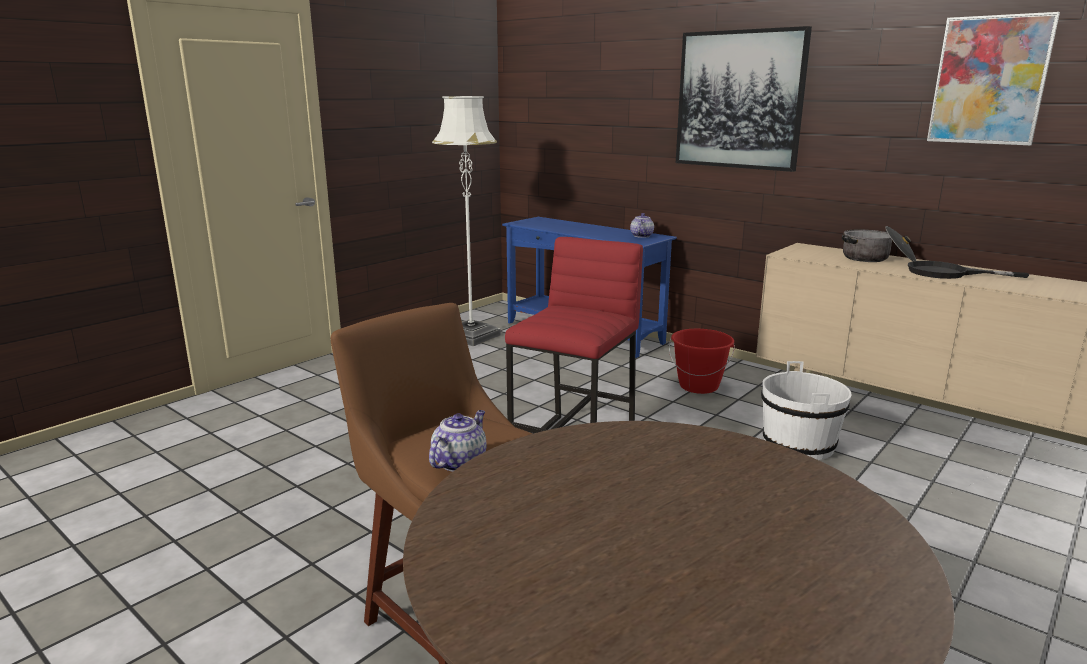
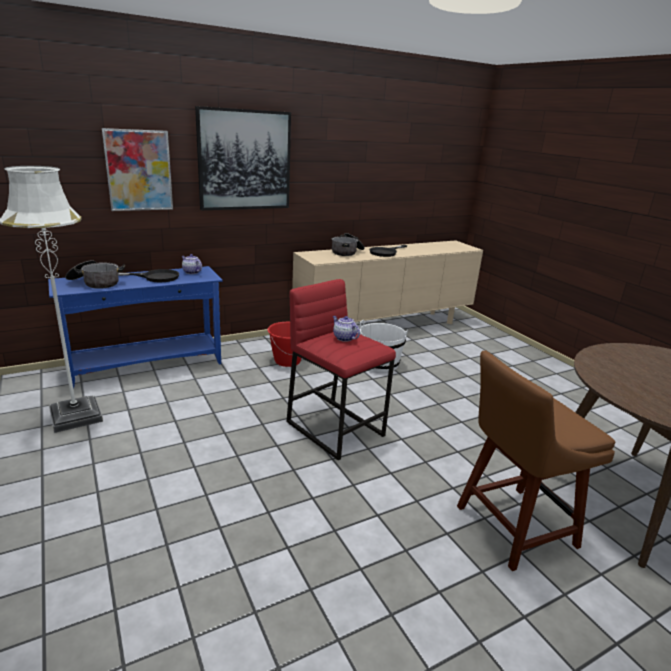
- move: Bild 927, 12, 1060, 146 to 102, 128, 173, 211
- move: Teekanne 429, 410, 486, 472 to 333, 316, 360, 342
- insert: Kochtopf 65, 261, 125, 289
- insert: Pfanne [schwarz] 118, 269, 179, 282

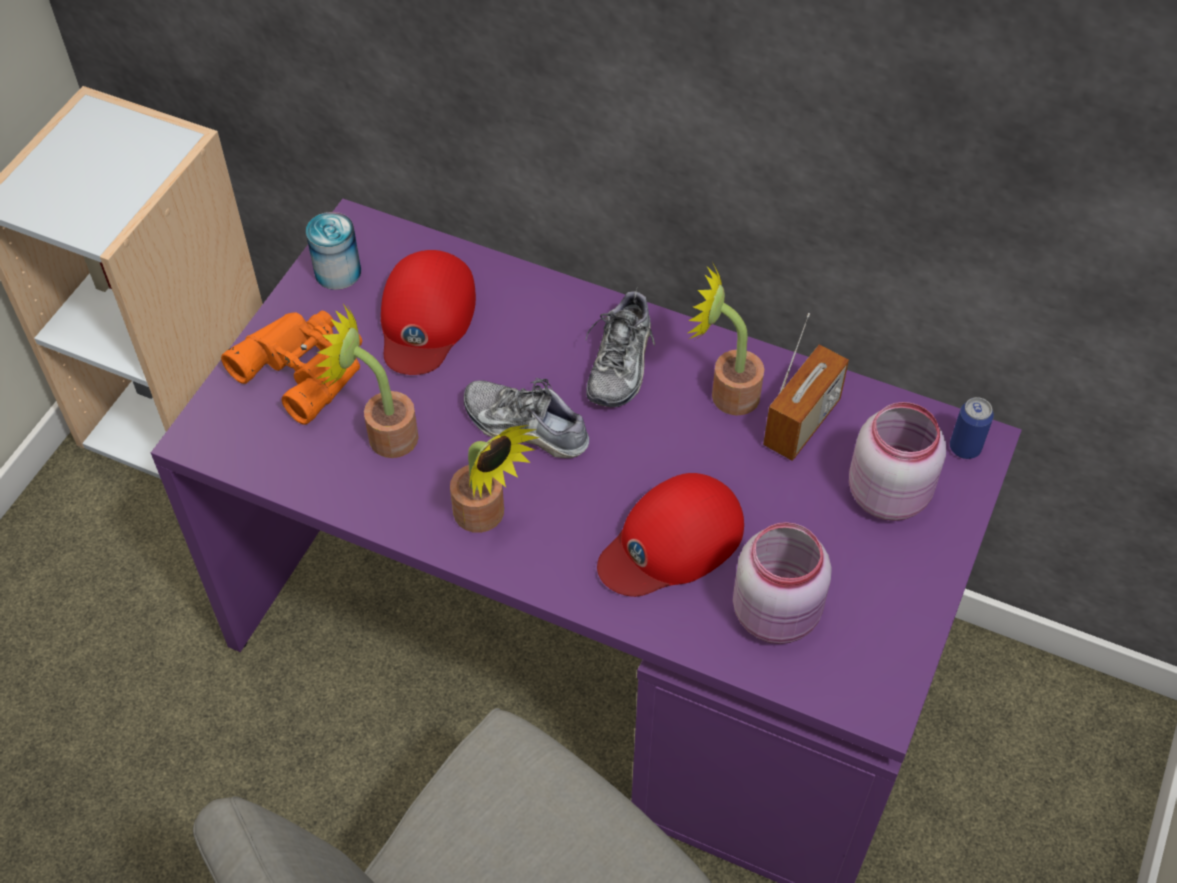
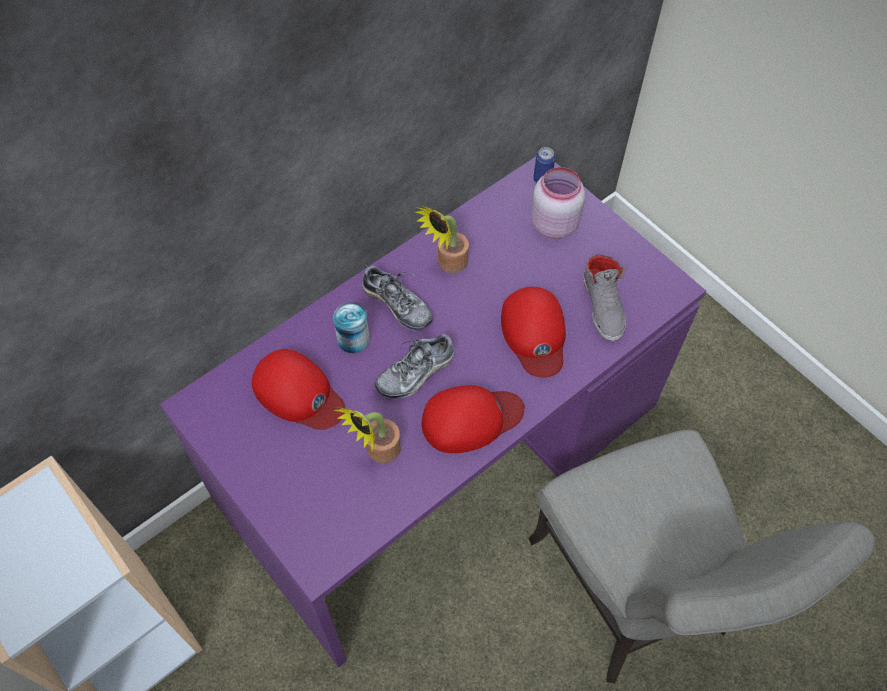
- move: Dose 306, 212, 361, 290 to 333, 302, 370, 353
- delete: Fernglas [orange] 221, 311, 362, 425
- delete: Radio 763, 313, 849, 461
- replace: Topfpflanze 450, 425, 540, 533 to Kappe [rot] 422, 385, 525, 453
- replace: Vorratsglas [rosa] 733, 522, 832, 644 to Schuh [grau] 583, 254, 626, 341

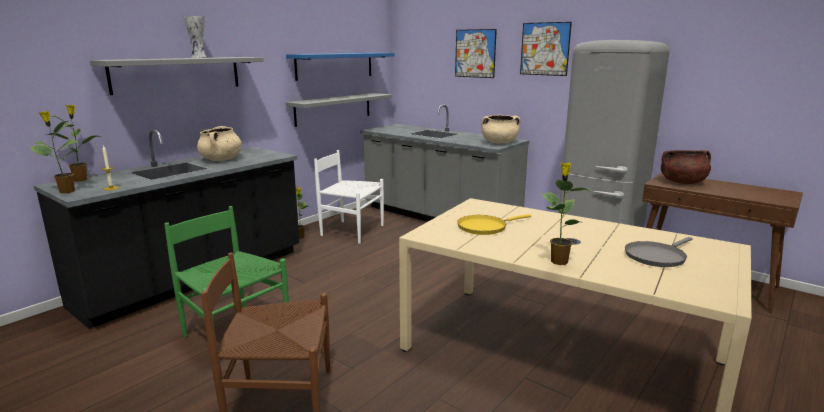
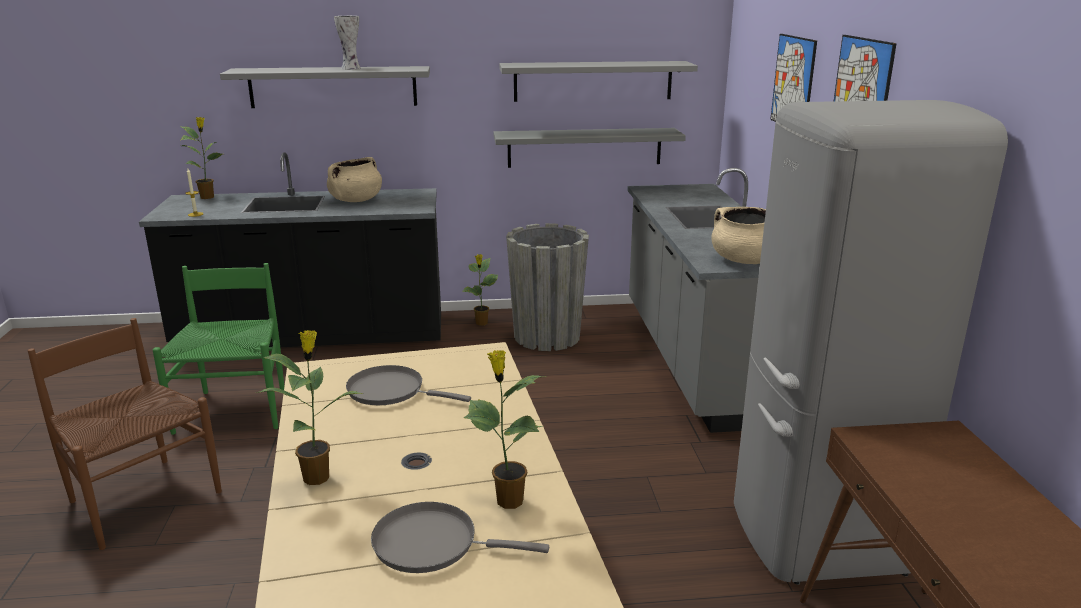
- recolor: Wandregal [blau] 286, 53, 395, 81 to Wandregal [grau] 499, 61, 698, 102
- move: Topfpflanze 30, 111, 77, 193 to 464, 350, 543, 509
- replace: Stuhl [weiß] 314, 150, 384, 244 to Pflanzkübel [grau] 506, 223, 589, 351
- delete: Kochtopf [braun] 661, 150, 711, 184
- recolor: Pfanne [gelb] 457, 214, 531, 235 to Pfanne [grau] 346, 365, 471, 405

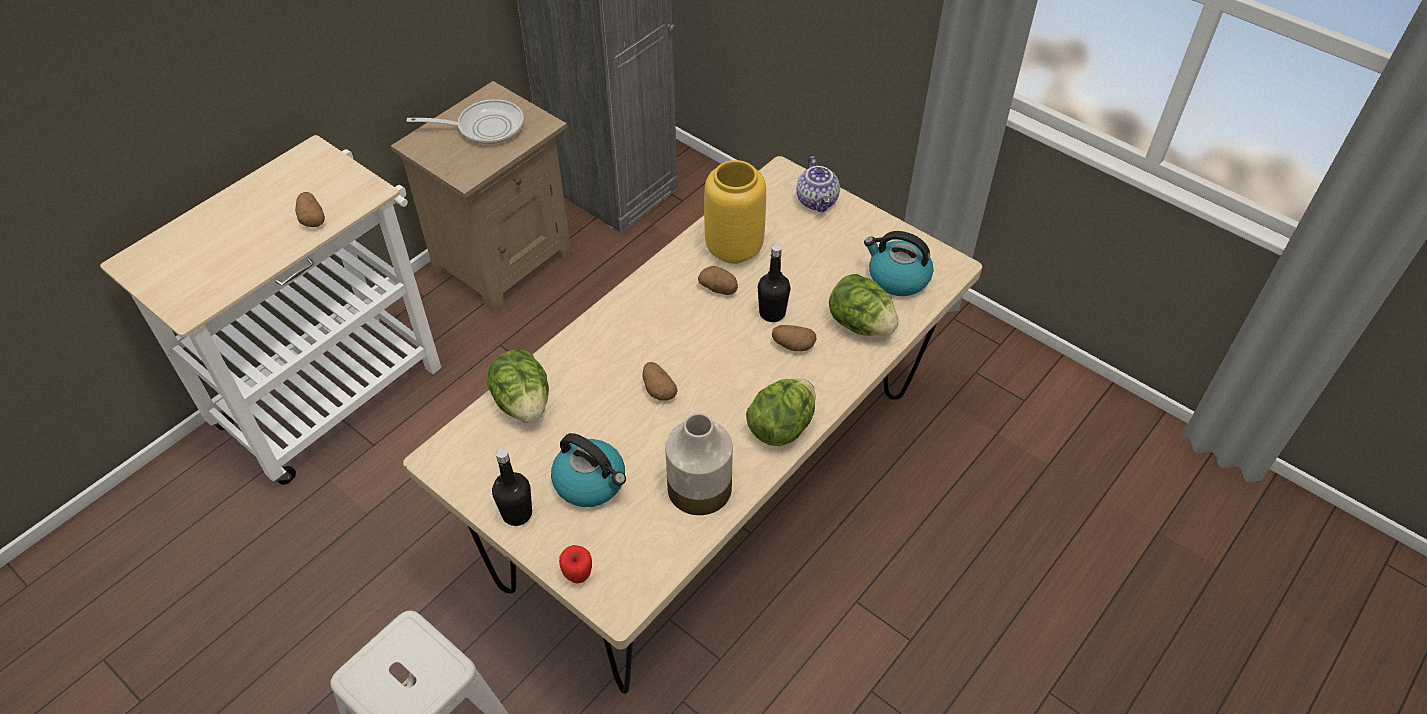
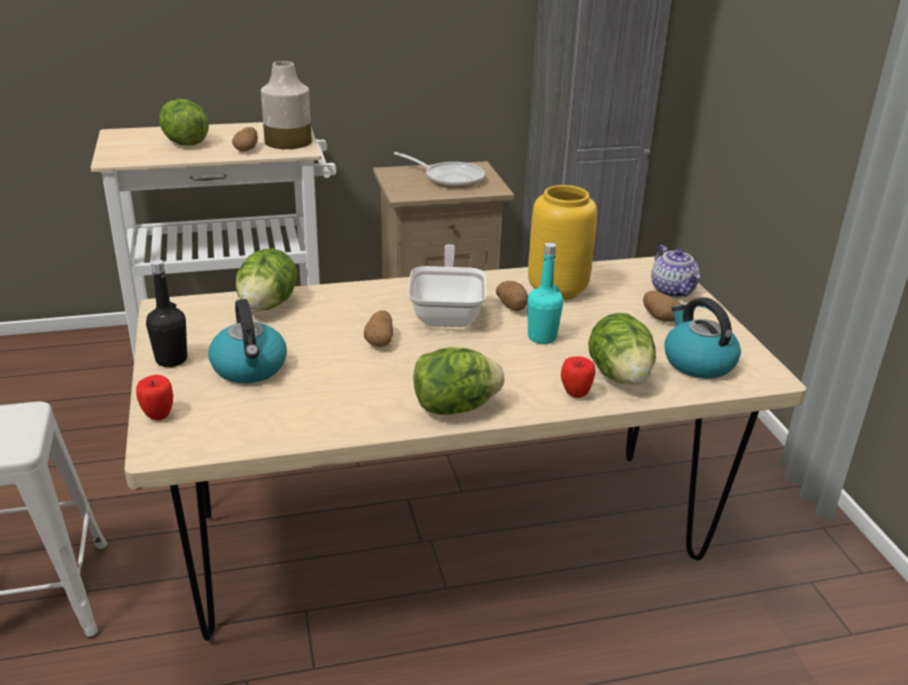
- rotate: Teekanne 796, 156, 840, 212 = 651, 245, 700, 298 45 degrees counterclockwise
- recolor: Flasche [schwarz] 758, 244, 791, 322 to Flasche [türkis] 527, 242, 563, 344
- move: Kartoffel 772, 325, 817, 351 to 643, 291, 682, 322
- move: Vase [beige] 665, 413, 733, 515 to 261, 61, 312, 149
- insert: Salatkopf 159, 99, 209, 146
- insert: Pfanne 408, 244, 487, 327
- insert: Apfel 561, 356, 595, 398

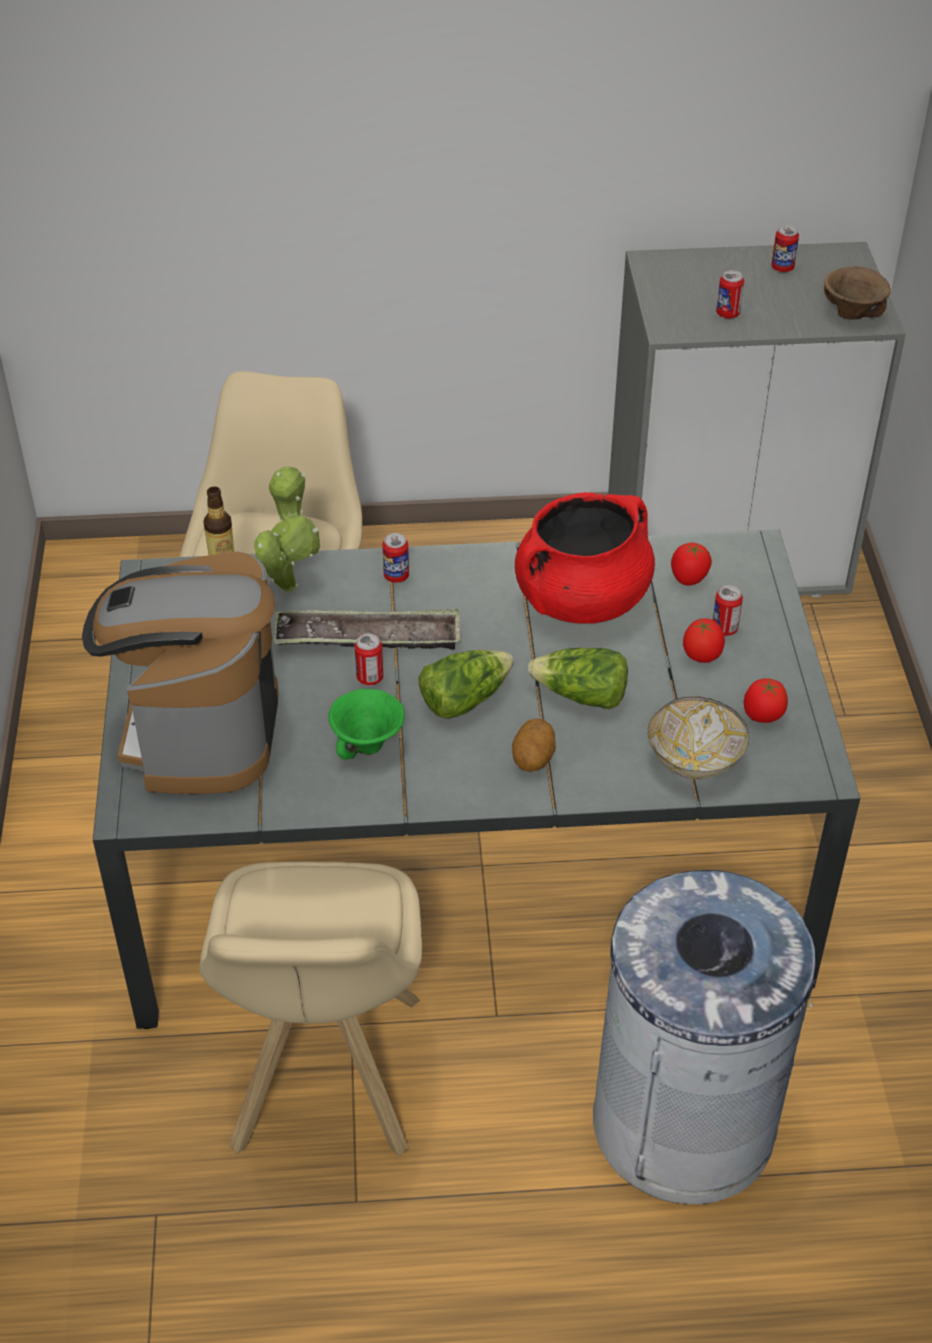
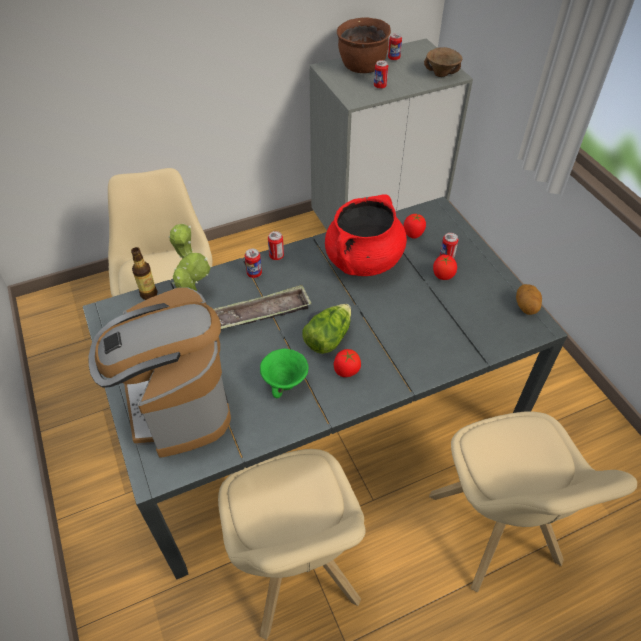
- move: Dose 355, 633, 383, 685 to 268, 231, 284, 260
- delete: Salatkopf 527, 648, 628, 709
- move: Tomate 744, 678, 788, 723 to 334, 349, 361, 377
- delete: Schüssel 648, 696, 749, 780
- move: Kartoffel 512, 718, 556, 772 to 516, 284, 542, 315
- replace: Mülleimer [grau] 593, 870, 817, 1204 to Stuhl [beige] 429, 411, 637, 593
- insert: Kochtopf [braun] 337, 17, 391, 73

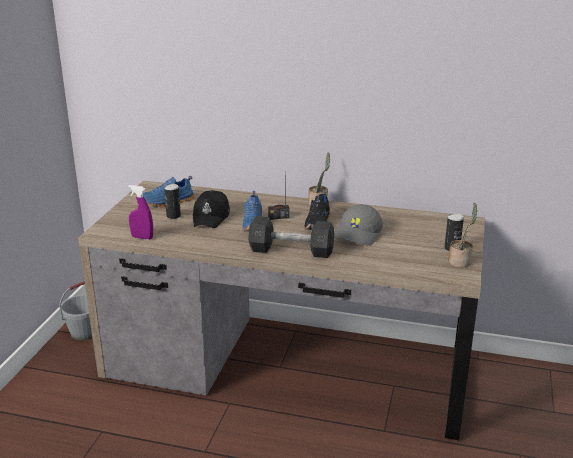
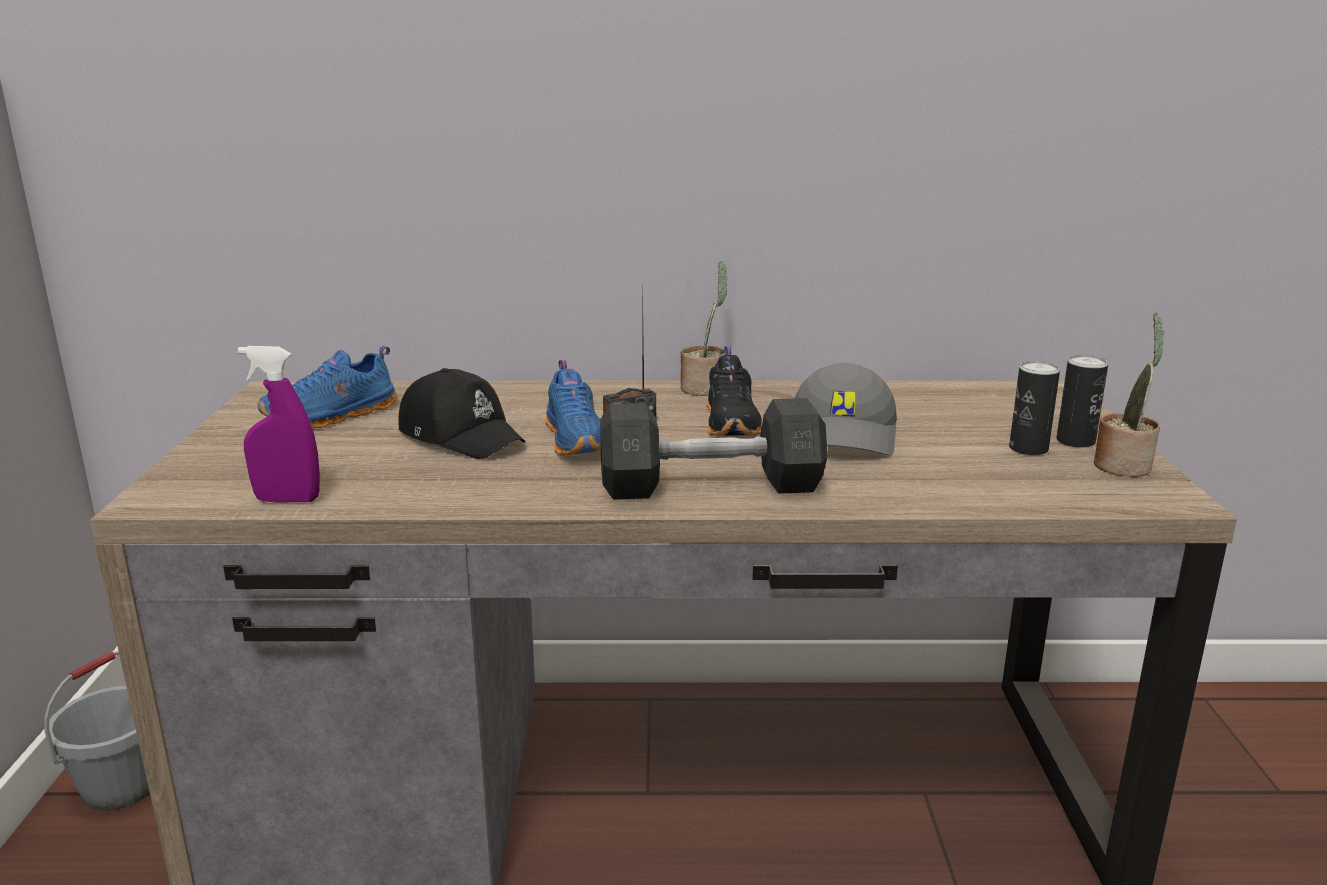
- move: Dose 164, 184, 181, 219 to 1009, 361, 1060, 455
- rotate: Kappe [schwarz] 193, 190, 230, 228 = 399, 368, 525, 459 45 degrees counterclockwise

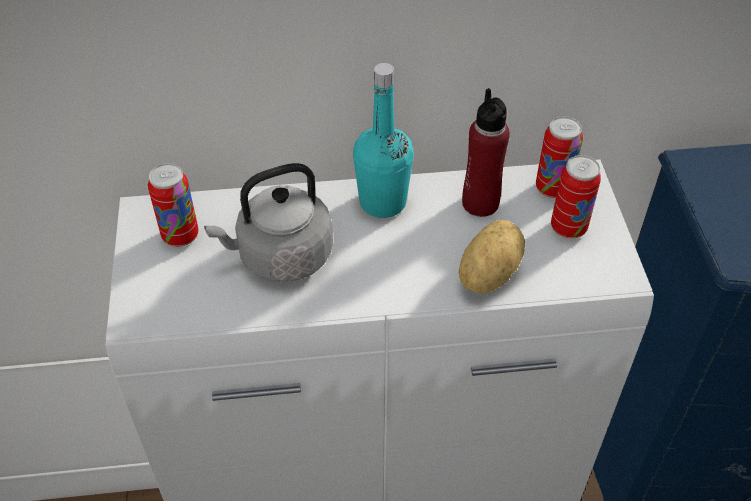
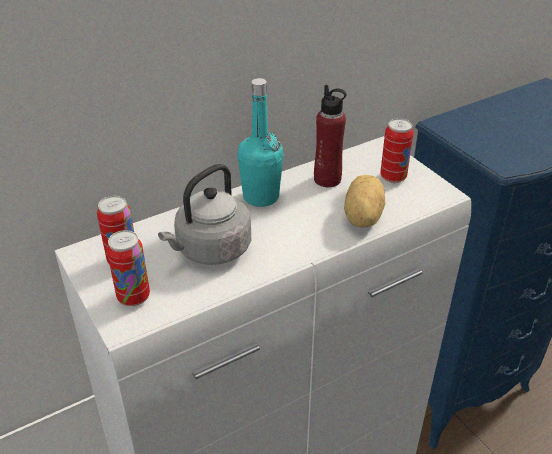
- move: Dose 536, 117, 583, 198 to 107, 230, 150, 306

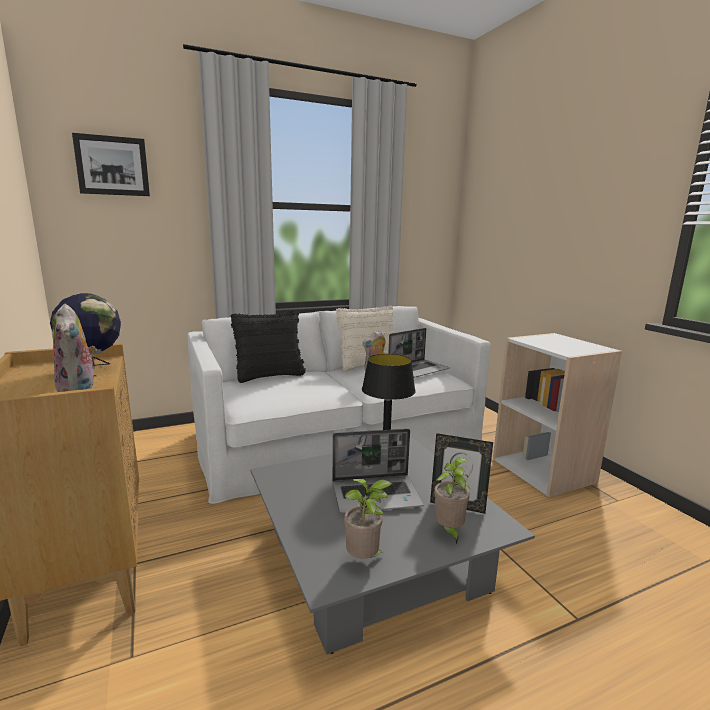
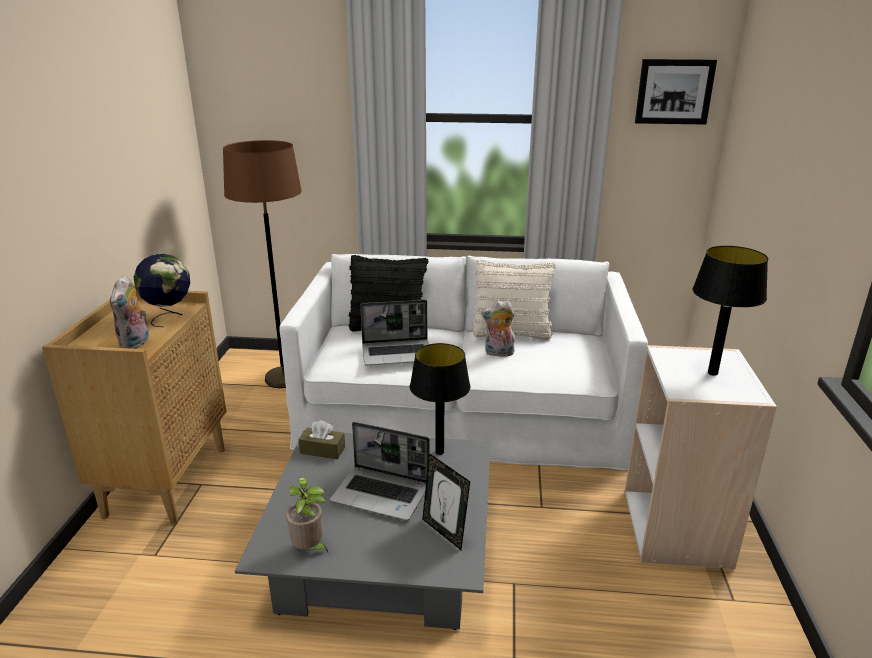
- move: Bild 72, 133, 150, 196 to 635, 59, 717, 125
- move: Laptop 388, 328, 450, 378 to 360, 300, 429, 365
- delete: Topfpflanze 434, 458, 471, 544
- insert: Stehlampe [braun] 223, 140, 302, 388
- insert: Tischlampe [schwarz] 692, 246, 768, 376
- insert: Taschentuchbox [braun] 298, 420, 345, 459

